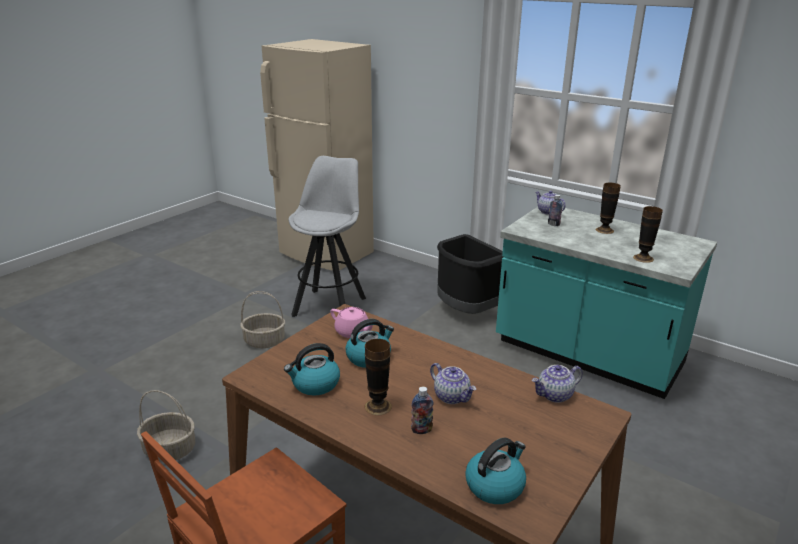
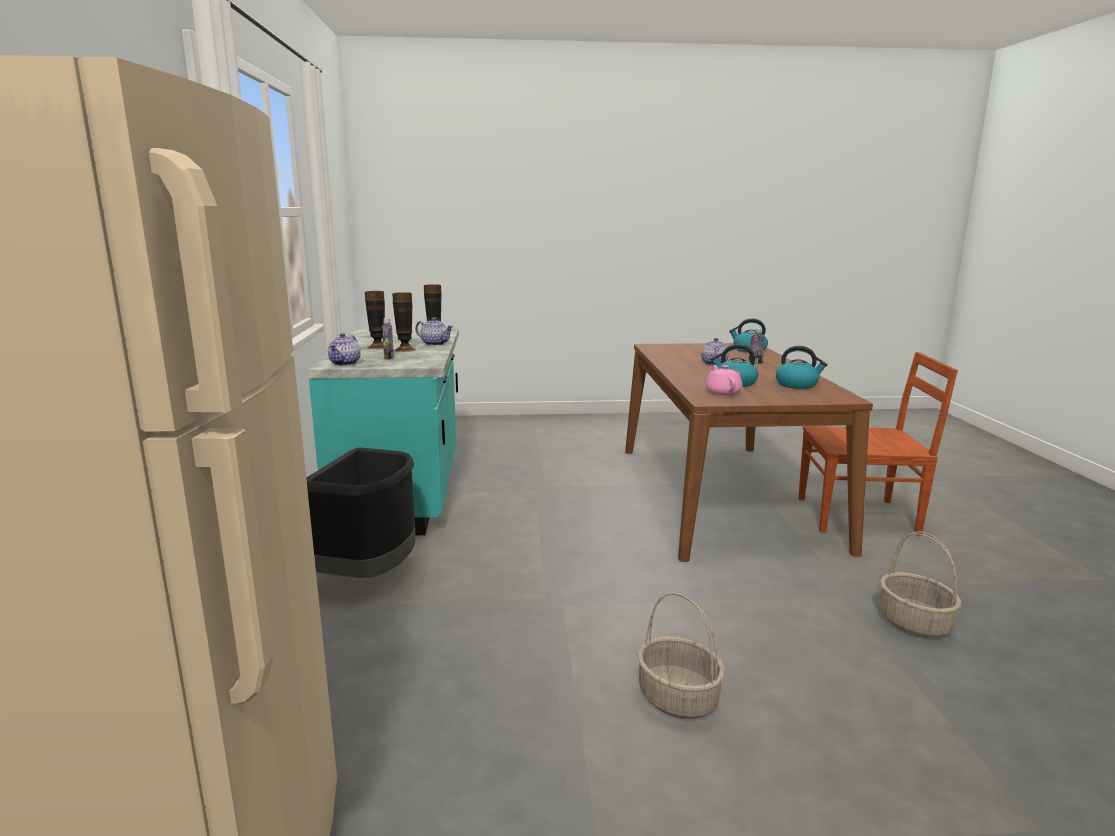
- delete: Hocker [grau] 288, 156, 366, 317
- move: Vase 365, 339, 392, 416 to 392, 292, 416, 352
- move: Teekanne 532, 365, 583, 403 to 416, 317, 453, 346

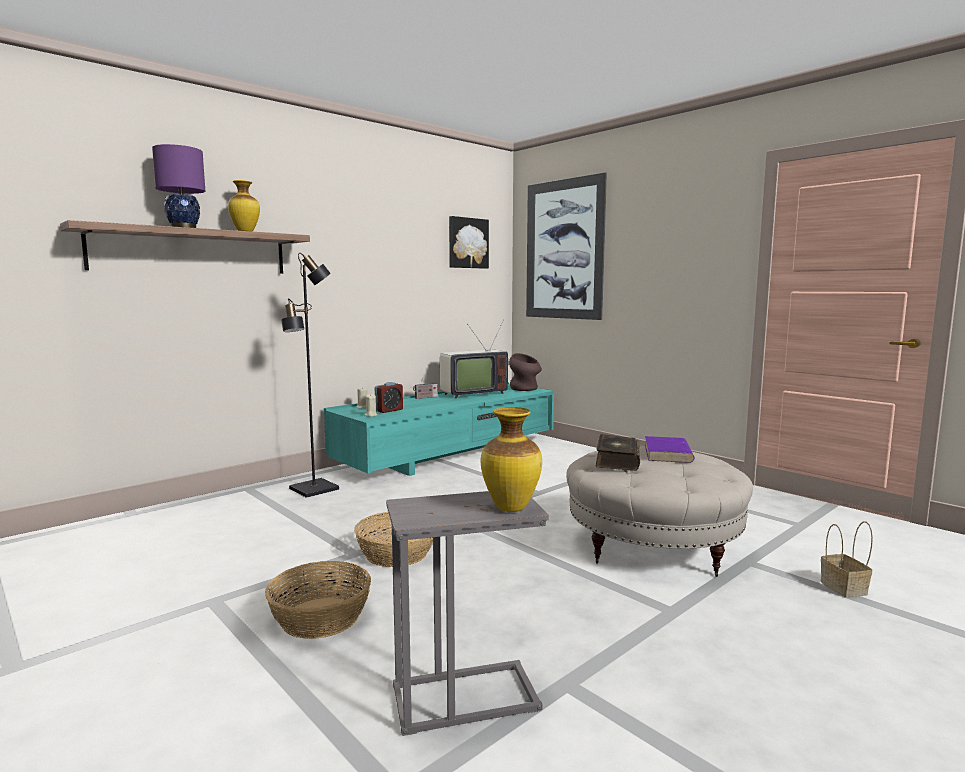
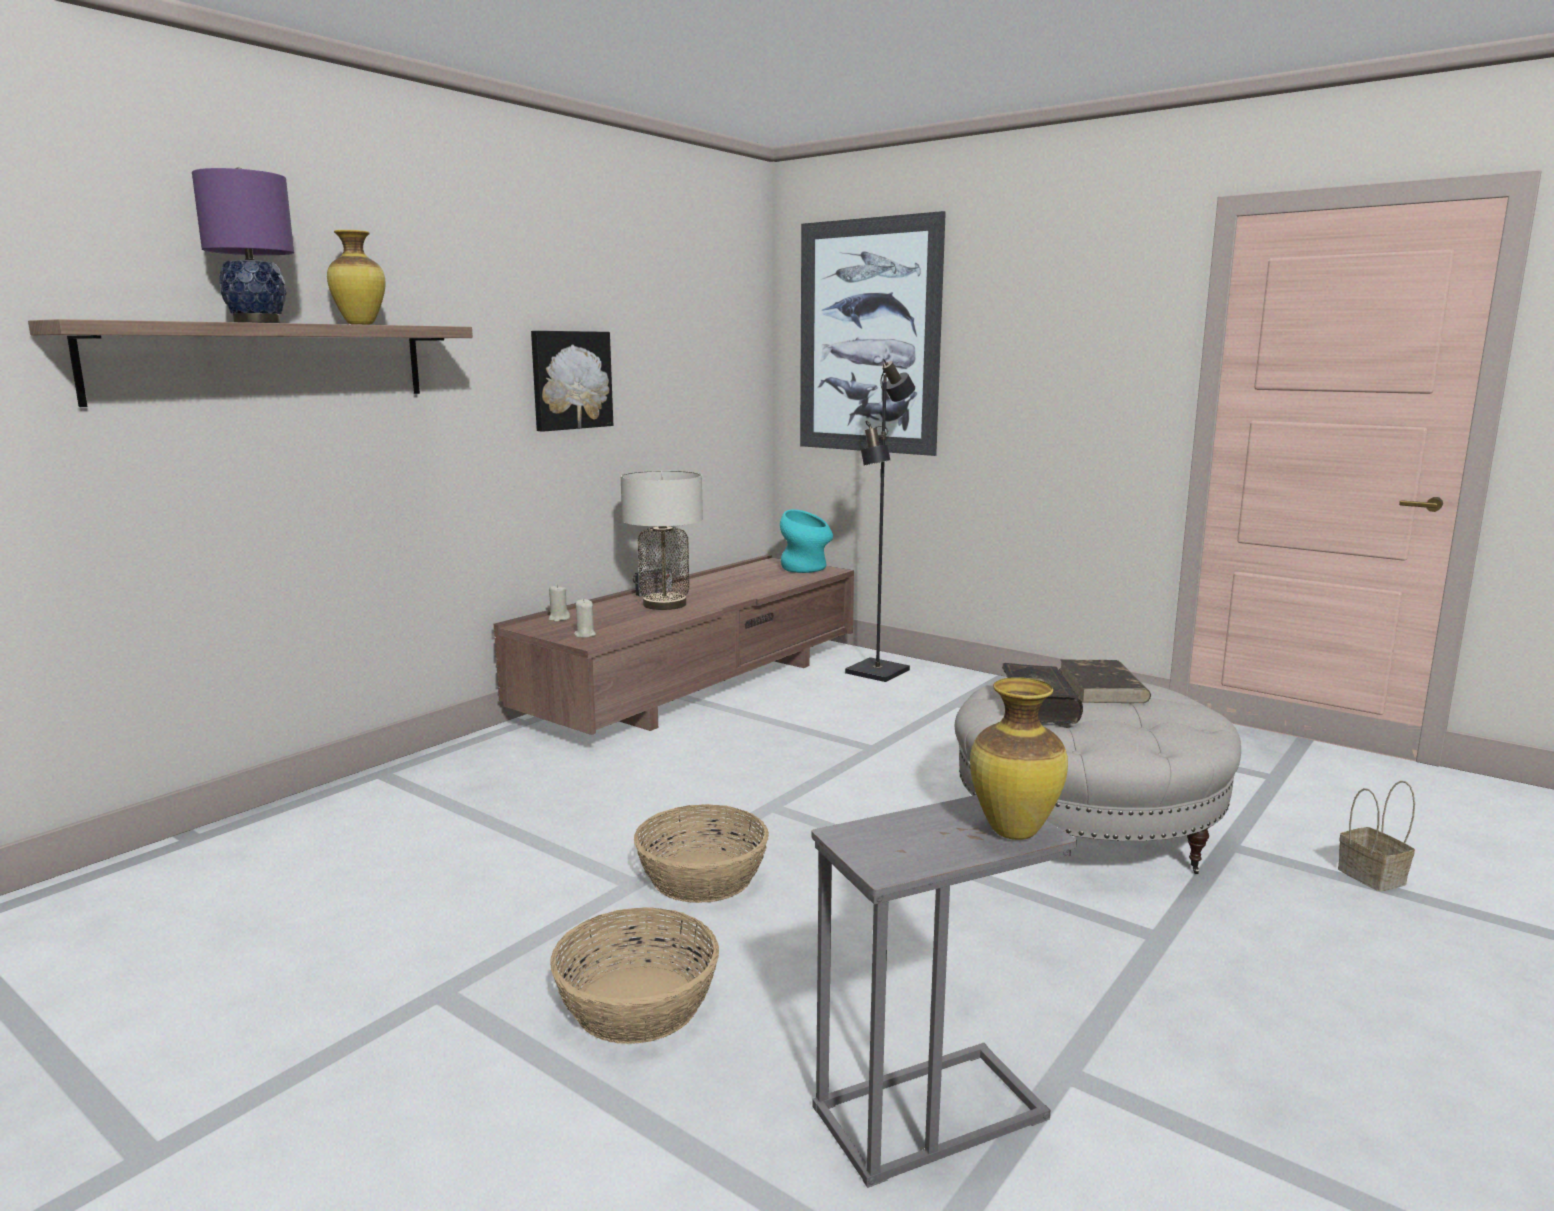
- move: Bild 449, 216, 489, 269 to 531, 331, 613, 432
- move: Stehlampe [schwarz] 281, 253, 339, 498 to 845, 359, 915, 682
- delete: Fernseher 440, 319, 508, 399
- recolor: Vase [braun] 509, 353, 542, 391 to Vase [türkis] 780, 509, 833, 573
- recolor: Fernsehschrank [türkis] 324, 382, 554, 476 to Fernsehschrank [braun] 494, 555, 854, 735
- delete: Wecker 375, 382, 403, 413
- recolor: Buch [lila] 645, 436, 695, 463 to Buch [braun] 1060, 660, 1151, 703
- insert: Tischlampe 621, 471, 703, 610

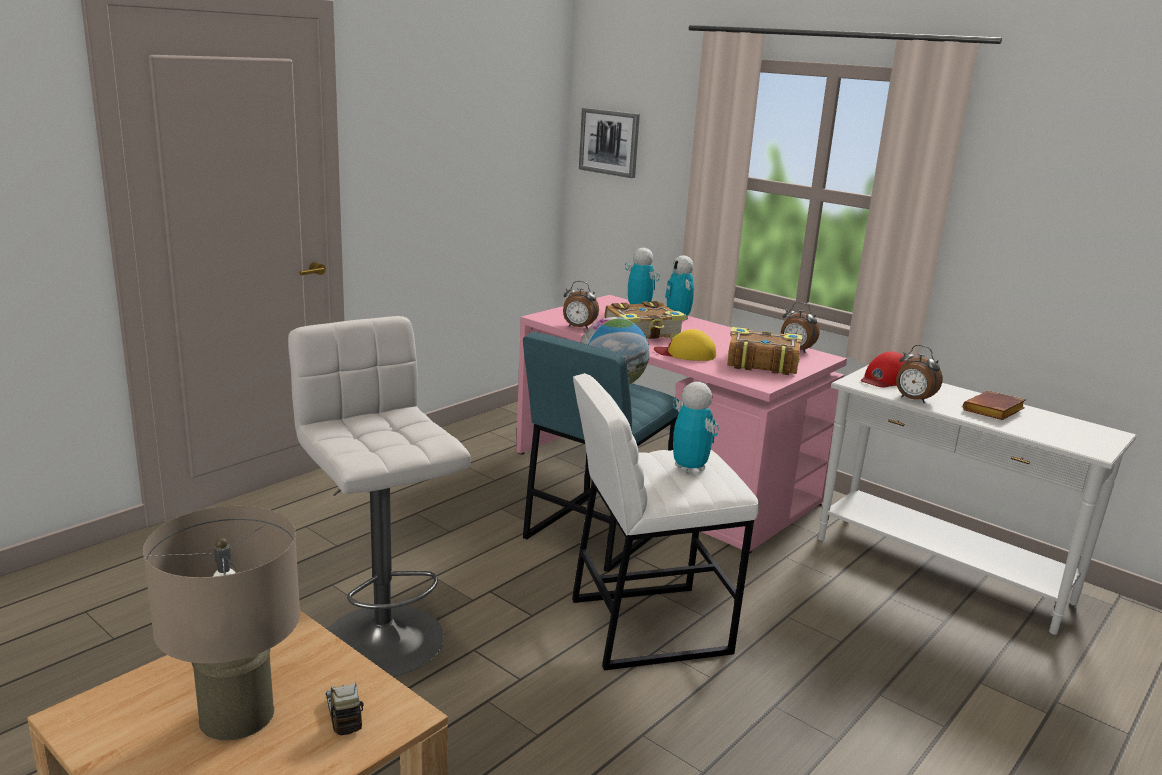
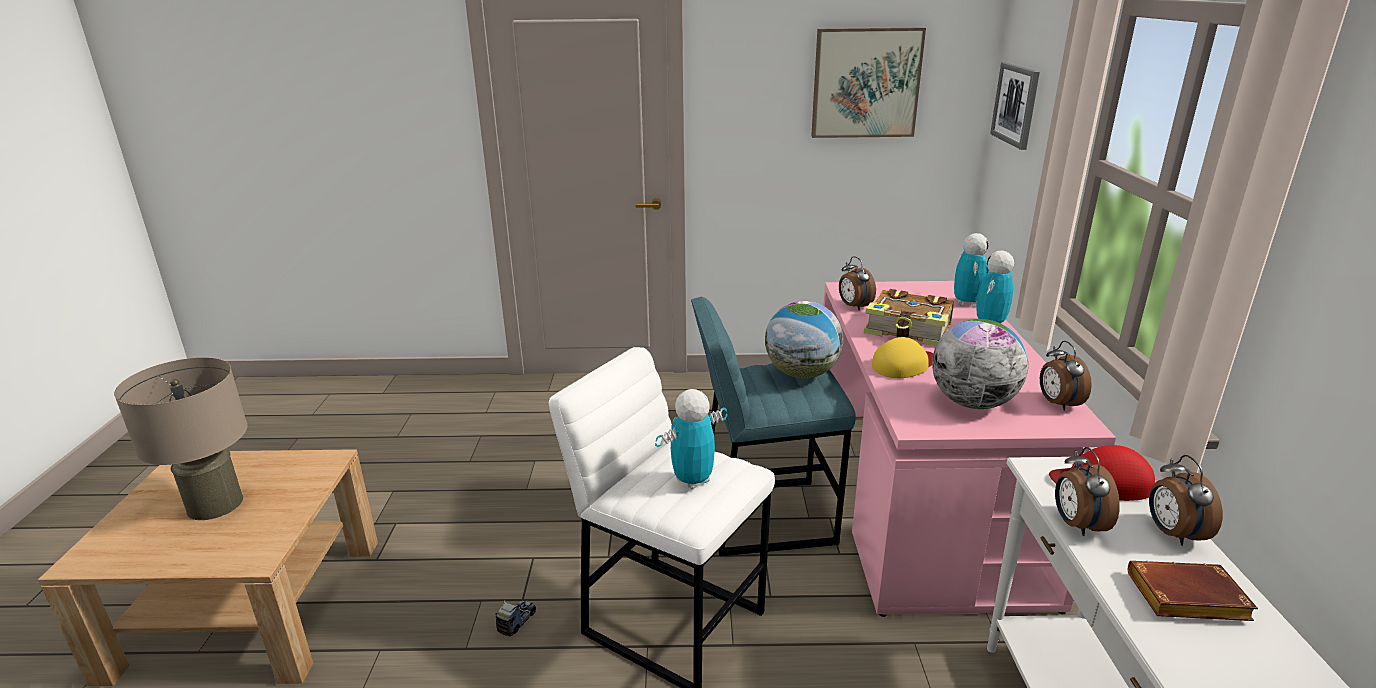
- delete: Hocker [weiß] 288, 316, 471, 676
- replace: Buch 727, 327, 802, 375 to Globus 932, 319, 1028, 409
- rotate: Kappe [gelb] 654, 329, 716, 361 = 872, 337, 933, 378 90 degrees clockwise
- rotate: Spielzeugroboter 673, 382, 719, 474 = 655, 389, 727, 490 150 degrees counterclockwise
- move: Spielzeuglaster 326, 682, 364, 735 to 495, 600, 536, 637
- insert: Bild 811, 27, 926, 138
- insert: Wecker 1149, 455, 1223, 546

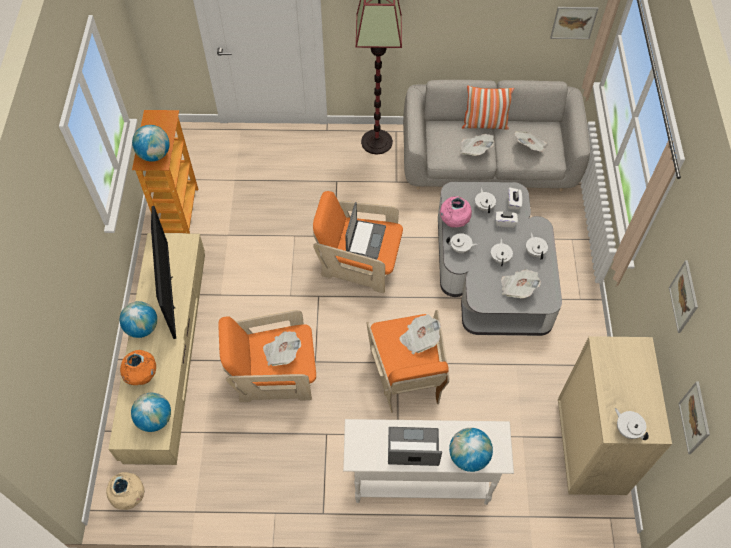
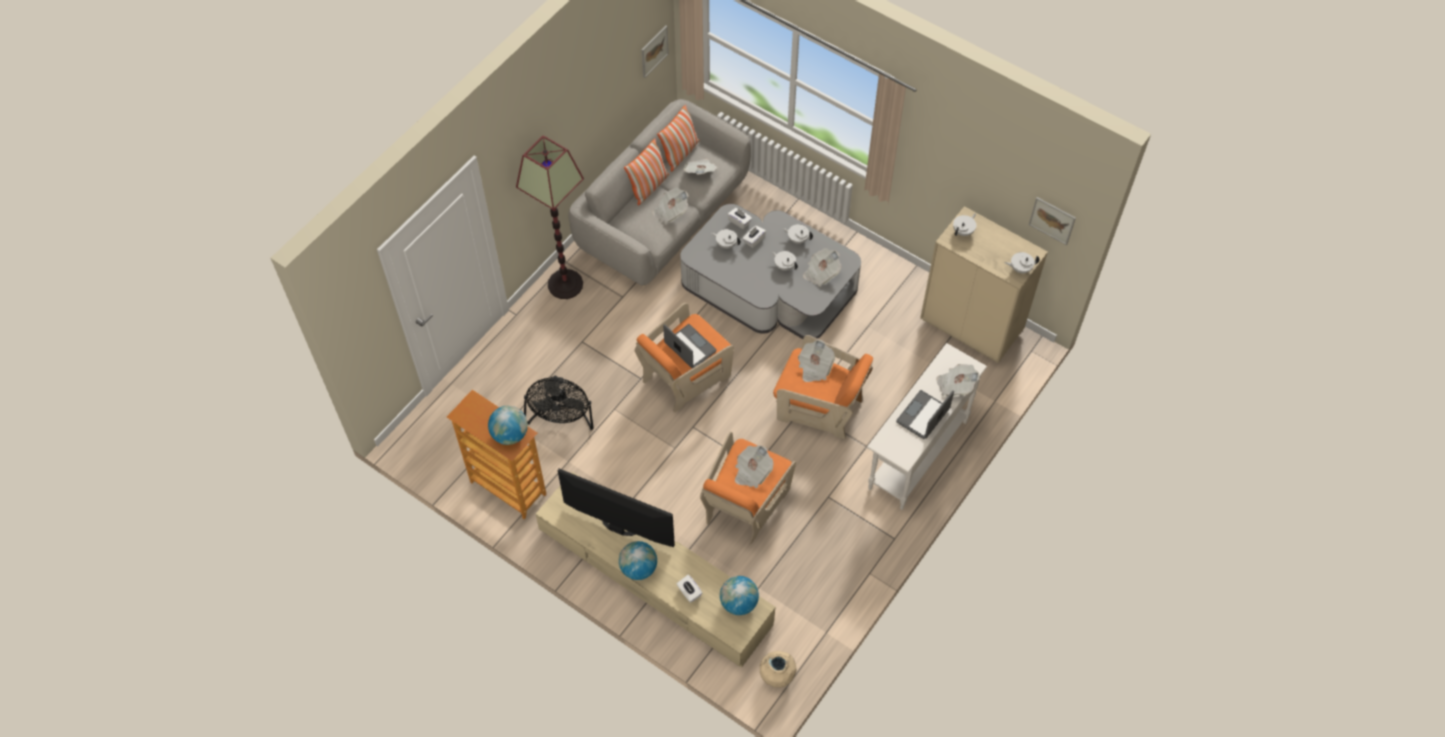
- delete: Vase [rosa] 440, 196, 472, 228
- move: Teekanne [weiß] 446, 233, 478, 253 to 953, 214, 976, 236
- delete: Bild 669, 260, 698, 333
- replace: Vase [orange] 120, 350, 156, 385 to Taschentuchbox [weiß] 677, 575, 702, 603
- replace: Globus 449, 428, 493, 472 to Zeitung 936, 364, 980, 397
- insert: Kissen 657, 105, 699, 172
- insert: Ventilator [schwarz] 524, 376, 594, 430

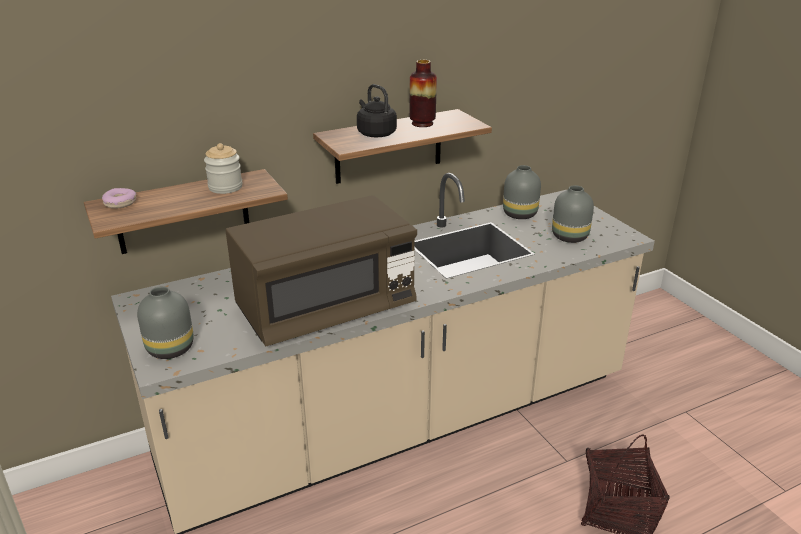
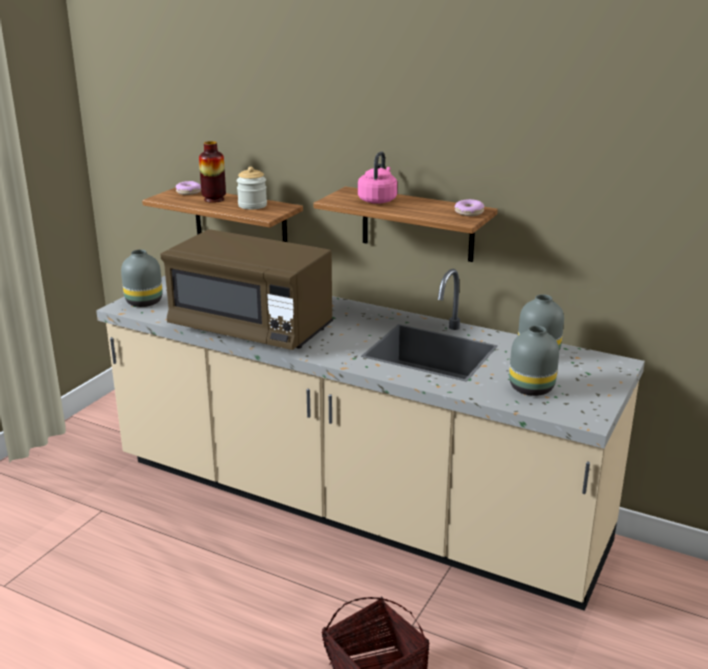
- move: Vase 409, 60, 437, 127 to 199, 141, 226, 203
- recolor: Wasserkessel [schwarz] 357, 84, 397, 137 to Wasserkessel [rosa] 358, 151, 397, 204
- insert: Donut 455, 199, 484, 216

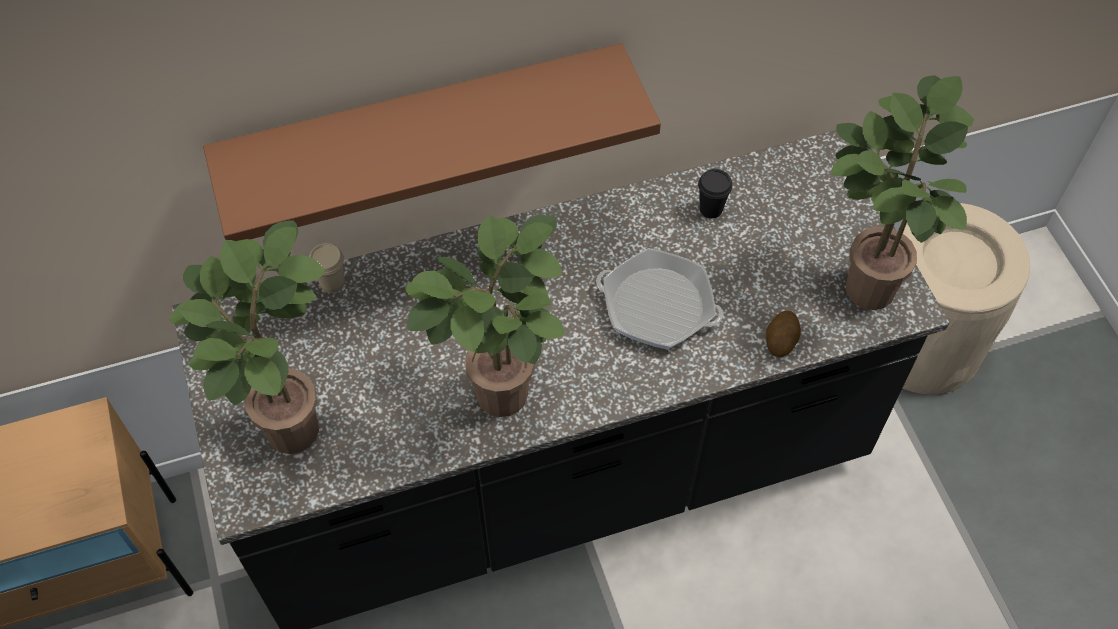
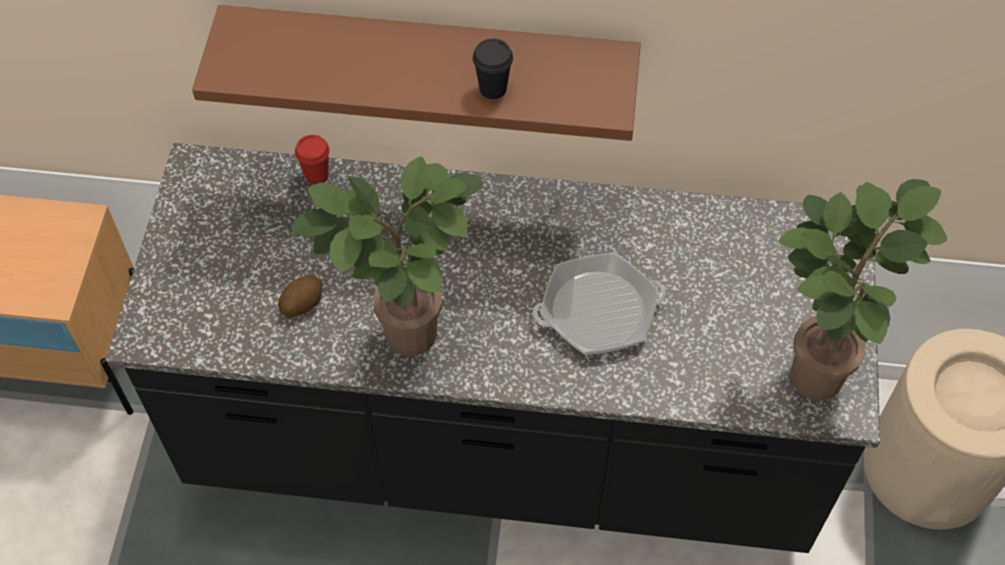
- move: Tasse [schwarz] 698, 169, 732, 218 to 473, 38, 513, 99
- delete: Topfpflanze 169, 221, 325, 454
- recolor: Tasse [beige] 309, 243, 344, 293 to Tasse [rot] 295, 135, 330, 185
- rotate: Pfanne 596, 248, 723, 349 = 533, 253, 666, 355 120 degrees clockwise
- move: Kartoffel 766, 310, 801, 357 to 278, 276, 322, 317

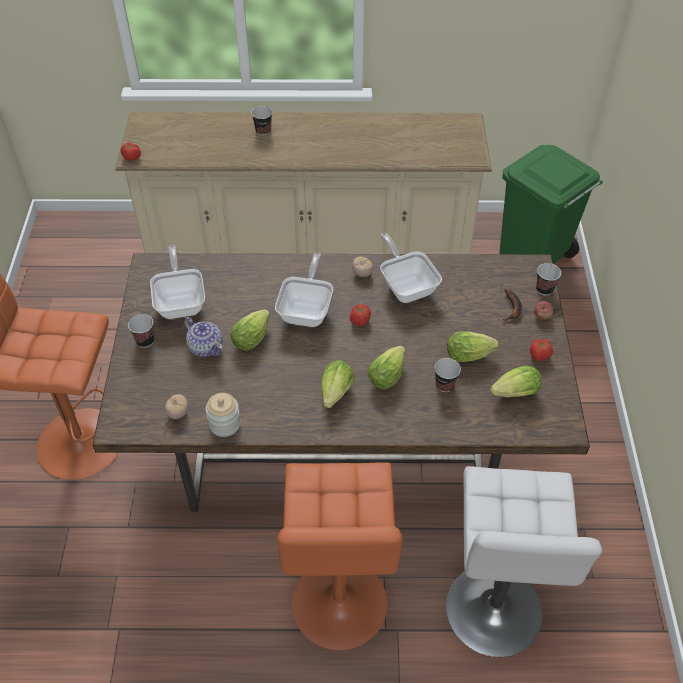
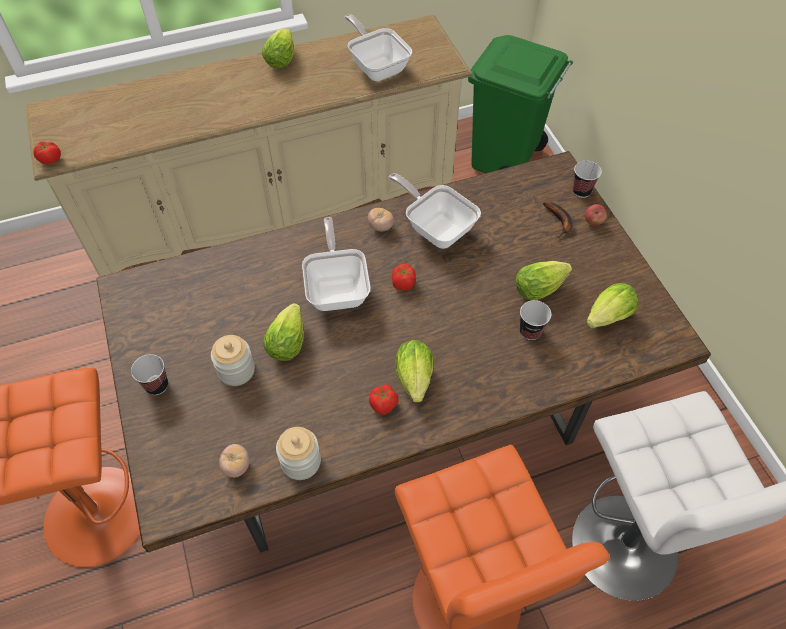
- delete: Tasse 251, 106, 272, 136
- move: Pfanne 150, 245, 205, 319 to 345, 14, 412, 81
- replace: Teekanne 184, 317, 223, 357 to Vorratsglas 211, 335, 255, 386
- move: Tomate 530, 339, 553, 361 to 369, 384, 398, 415
- move: Salatkopf 368, 346, 405, 389 to 262, 28, 294, 69

